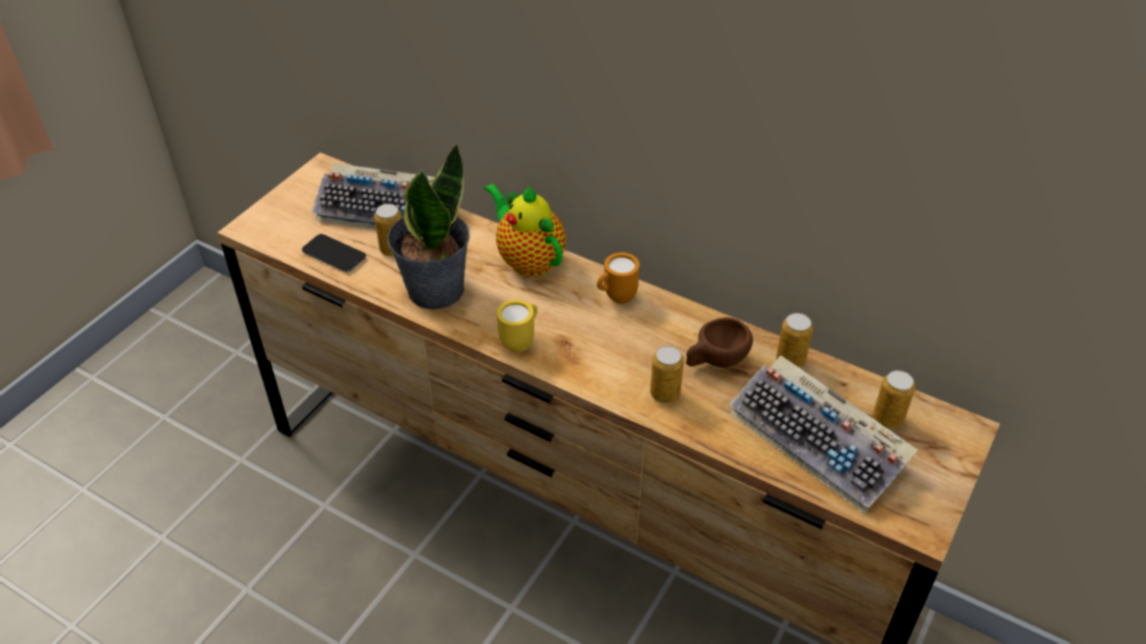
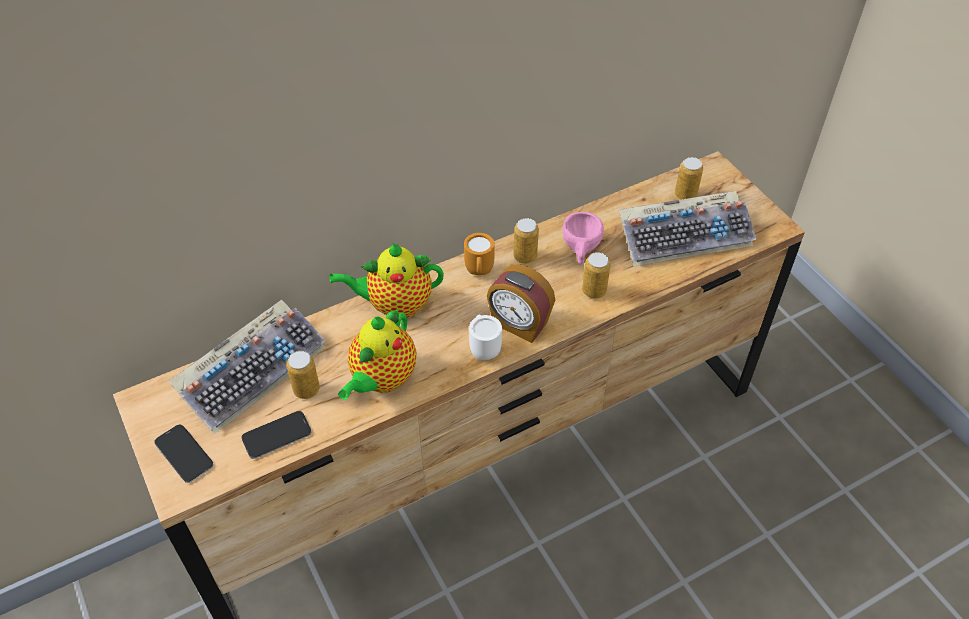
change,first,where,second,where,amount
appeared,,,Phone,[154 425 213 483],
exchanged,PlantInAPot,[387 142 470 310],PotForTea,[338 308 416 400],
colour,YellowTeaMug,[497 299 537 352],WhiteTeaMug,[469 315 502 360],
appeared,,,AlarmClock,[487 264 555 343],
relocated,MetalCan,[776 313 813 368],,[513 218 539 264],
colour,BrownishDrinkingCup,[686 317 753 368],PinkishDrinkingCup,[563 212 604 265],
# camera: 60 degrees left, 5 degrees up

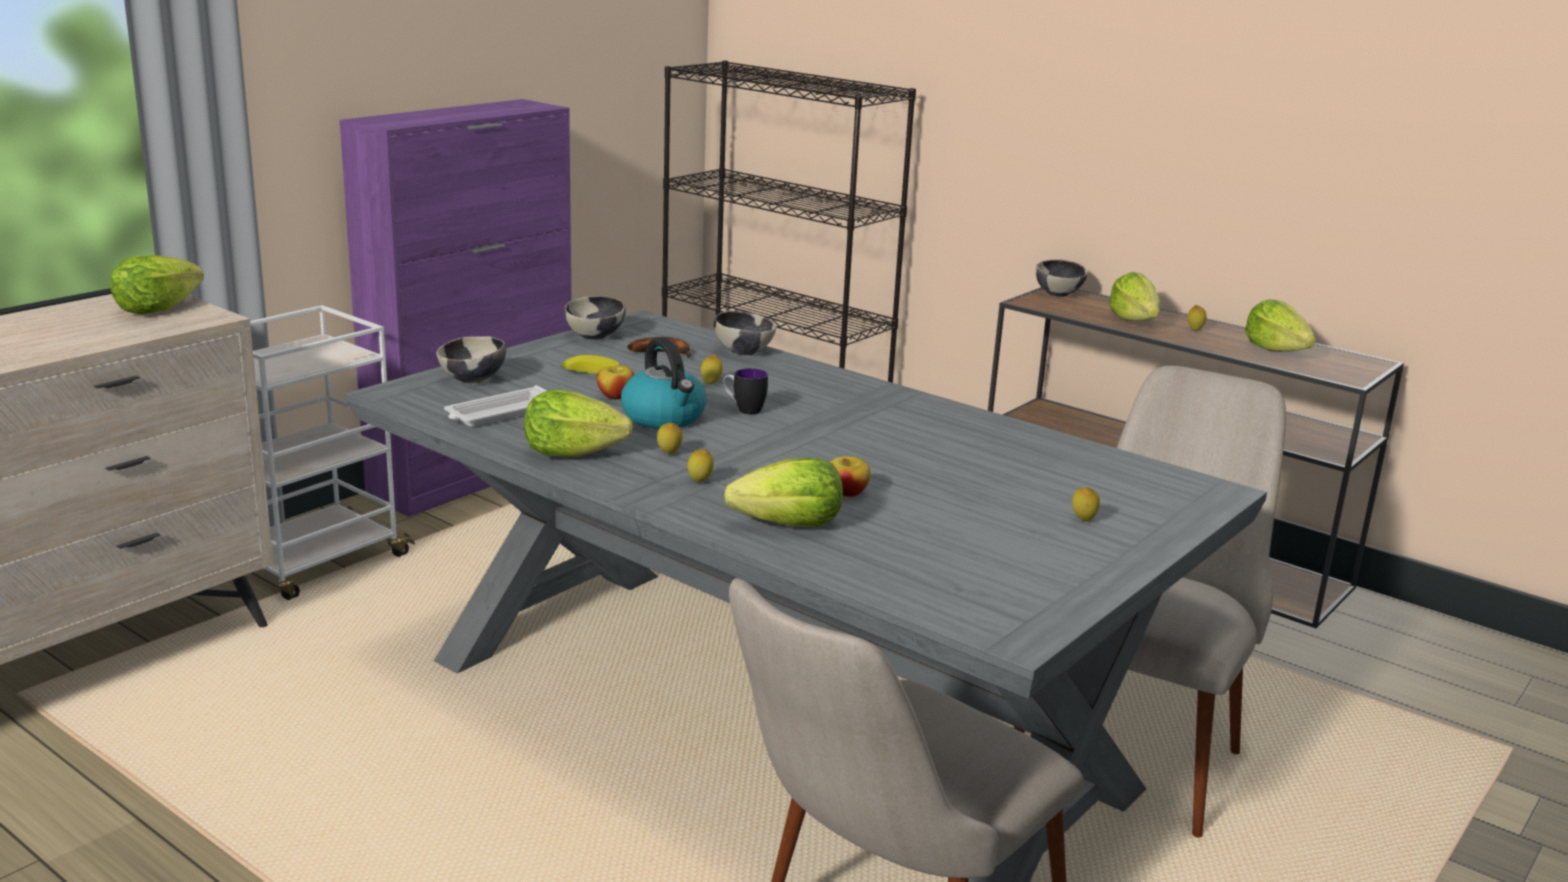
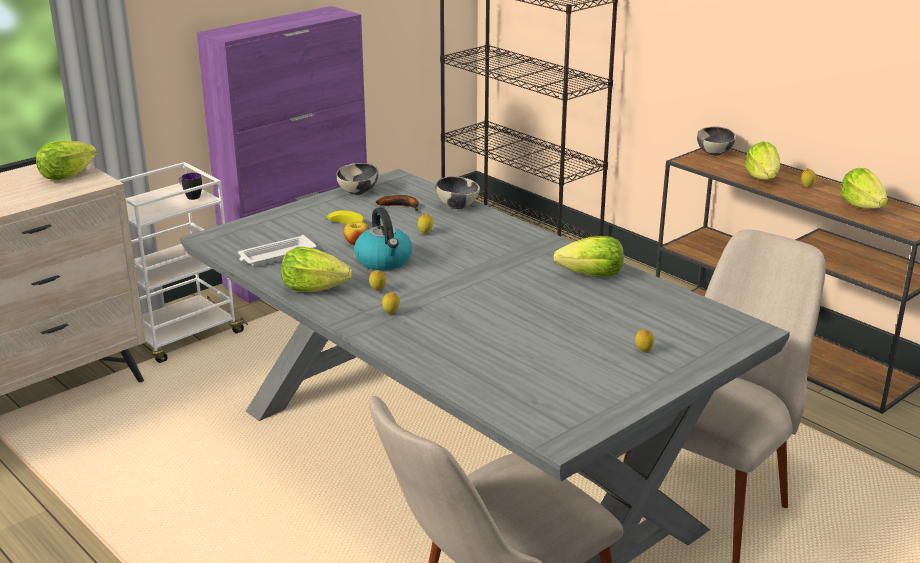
change,first,where,second,where,amount
relocated,TeaMug,[723 368 768 415],,[179 173 202 200],
relocated,Lettuce,[724 458 843 527],,[553 236 624 277],
missing,DeepDish,[436 336 506 384],,,
missing,WholeApple,[830 456 871 497],,,
# camera: 10 degrees right, 5 degrees up

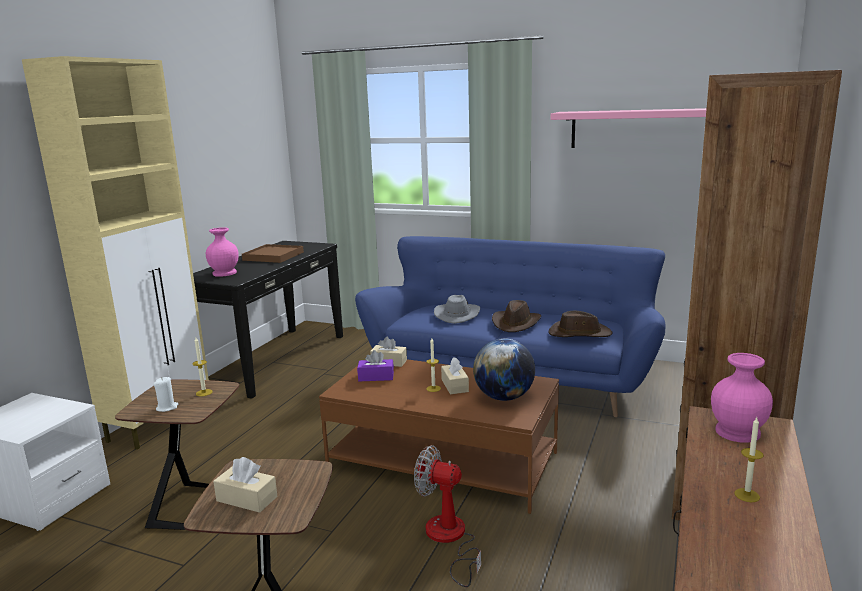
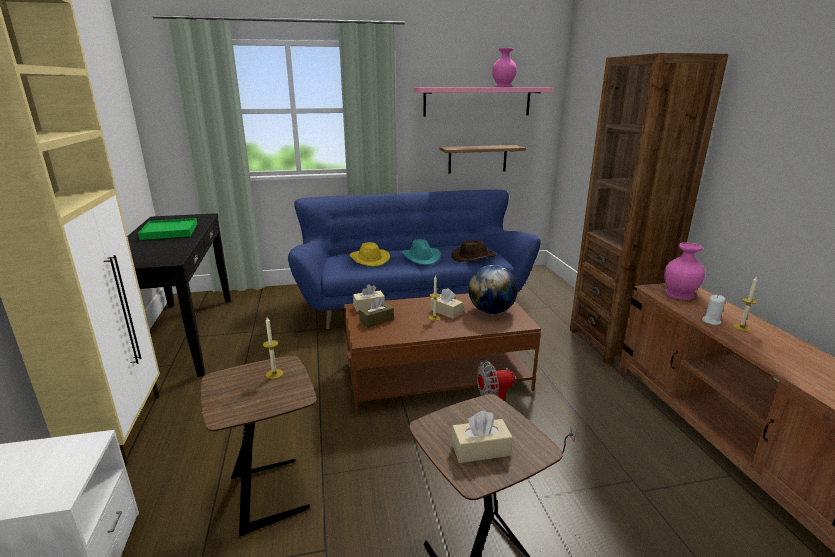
change,first,where,second,where,amount
colour,BrownishTray,[242 244 304 263],GreenishTray,[138 218 197 240],
colour,GreyWearableHat,[434 295 480 324],YellowWearableHat,[349 242 390 266],
colour,PurpleColouredBoxOfTissues,[357 350 394 381],BrownishBoxOfTissues,[359 297 394 328],
colour,BrownishWearableHat,[492 300 542 332],TurquoiseColouredWearableHat,[402 239 441 265],
appeared,,,BracketShelf,[439 145 526 174],
relocated,PinkishDecorativeVase,[206 227 239 277],,[492 48 517 87],
relocated,WhiteWaxLight,[154 377 178 412],,[702 295 725 325],
# camera: 35 degrees left, 5 degrees up

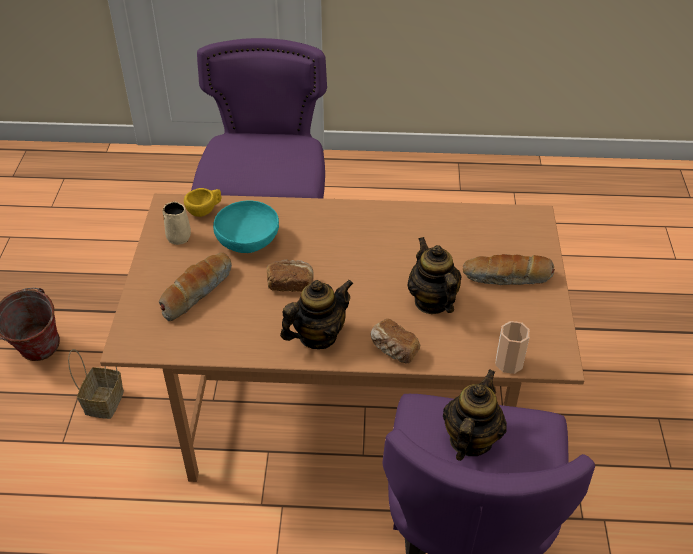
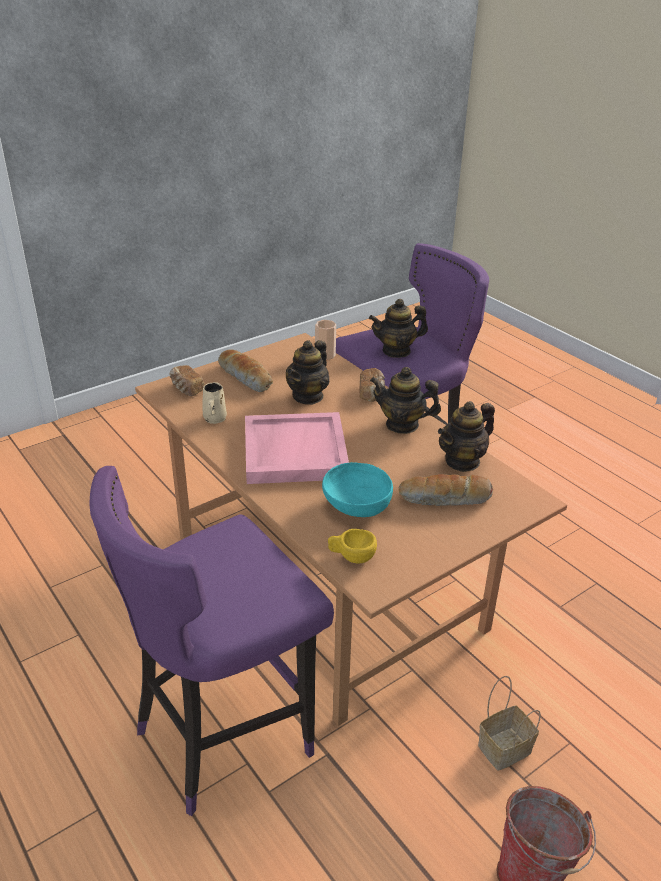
change,first,where,second,where,amount
relocated,BakeryBread,[267 259 313 292],,[169 365 205 396],
relocated,SandColouredTeaMug,[162 202 191 245],,[203 382 227 424],
appeared,,,PinkishTray,[245 412 349 484],
appeared,,,PotForTea,[438 401 495 472],
# camera: 130 degrees left, 10 degrees down

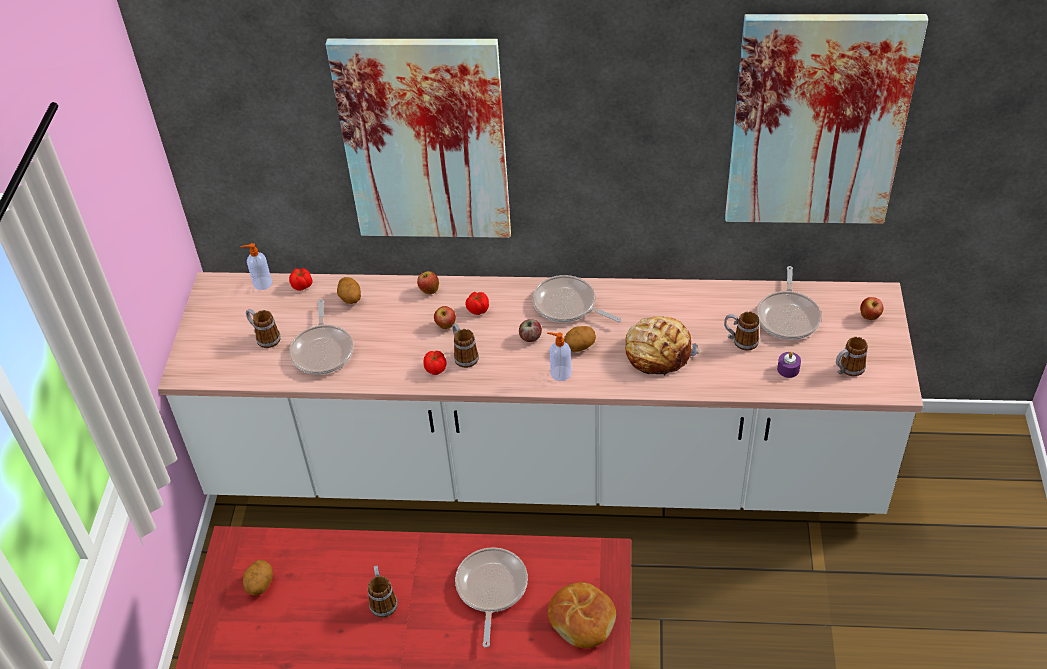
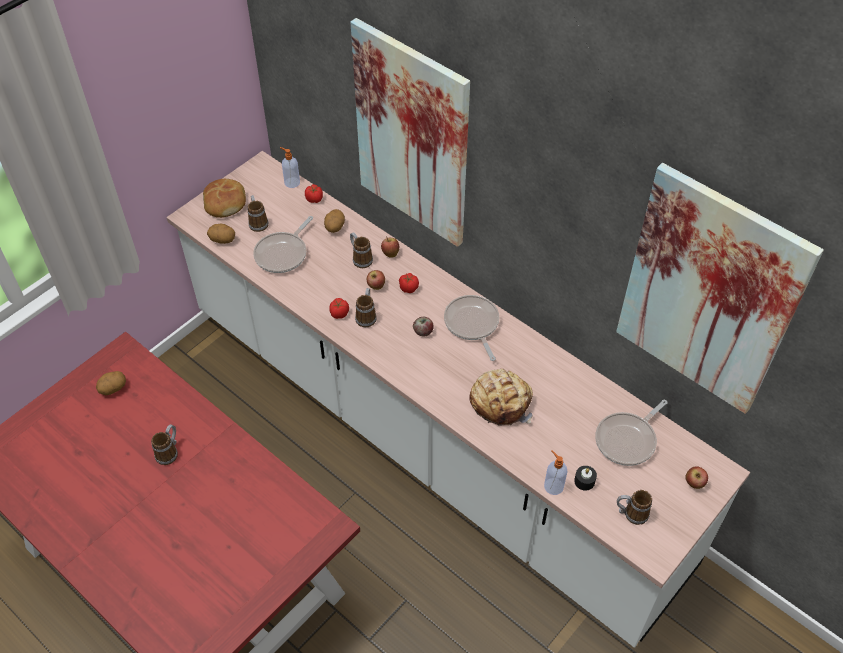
change,first,where,second,where,amount
relocated,BakeryBread,[548 582 616 648],,[203 179 246 218],
relocated,Potato,[564 326 596 352],,[207 224 235 244],
relocated,TeaMug,[724 312 759 351],,[350 232 373 268],
relocated,SoapBottle,[547 332 571 381],,[544 450 567 495],
colour,PurpleColouredWaxLight,[777 352 801 378],BlackishWaxLight,[574 466 597 491],
missing,FryingPan,[455 547 528 648],,,
# camera: 35 degrees right, 5 degrees up

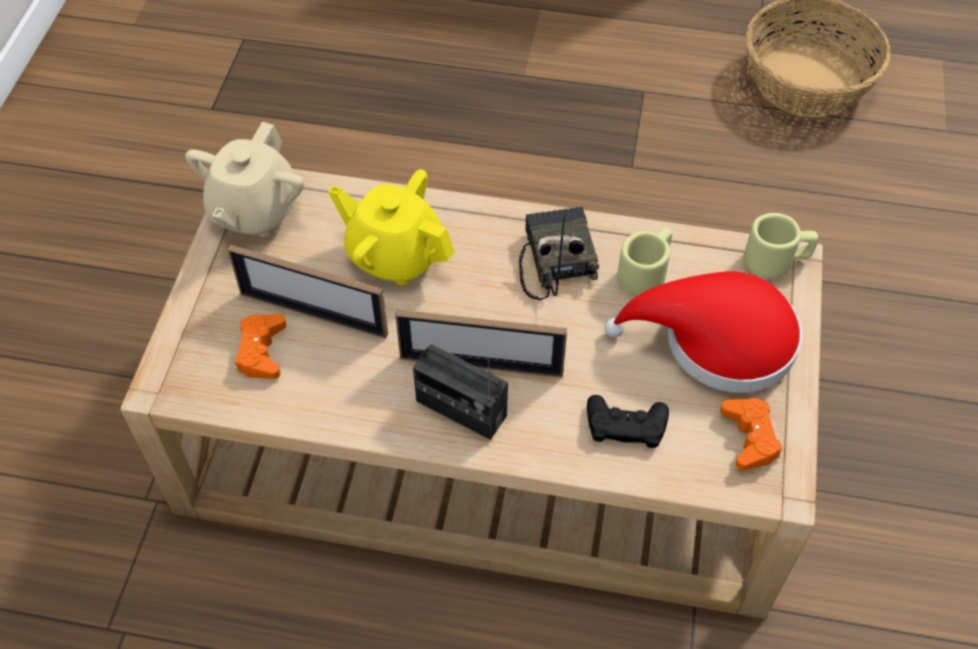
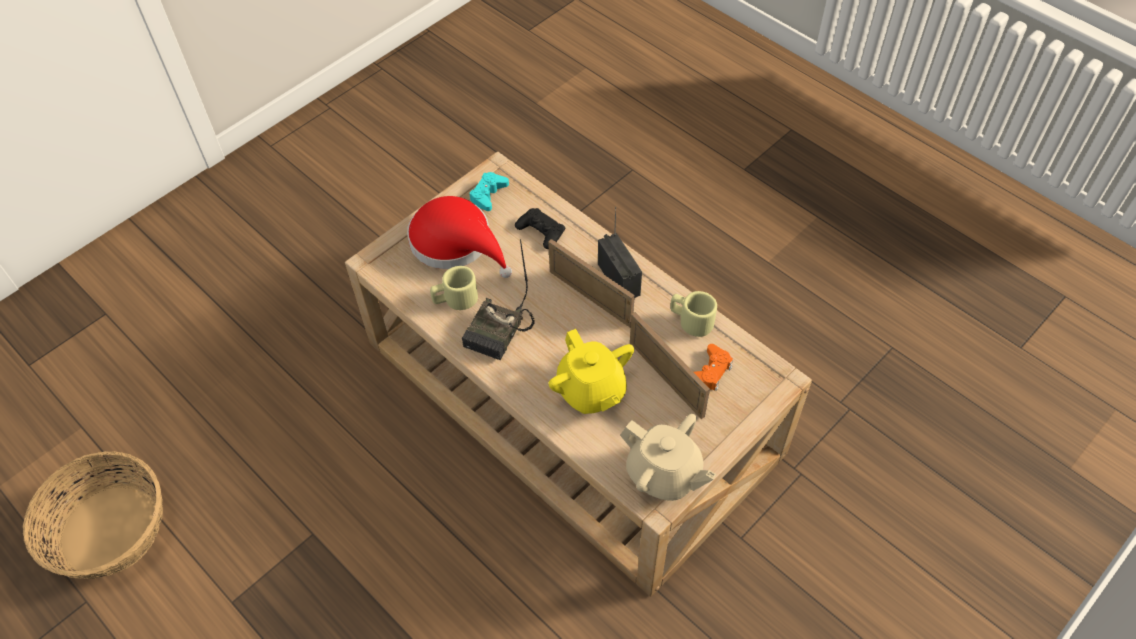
change,first,where,second,where,amount
colour,OrangeyJoypad,[720 398 782 471],TurquoiseColouredJoypad,[469 172 509 211],
spun,SandColouredPotForTea,[185 122 304 237],,[620 414 717 501],75 degrees clockwise
relocated,SandColouredTeaMug,[744 213 818 278],,[670 291 717 337],
# camera: 145 degrees left, 0 degrees up

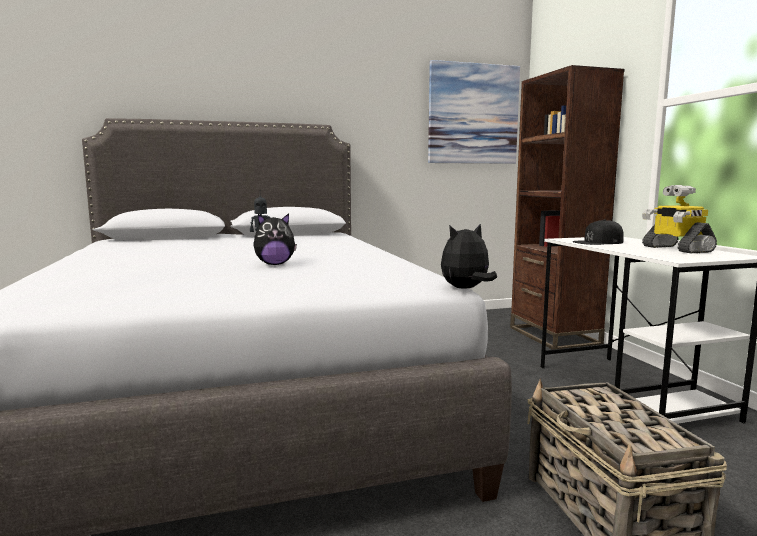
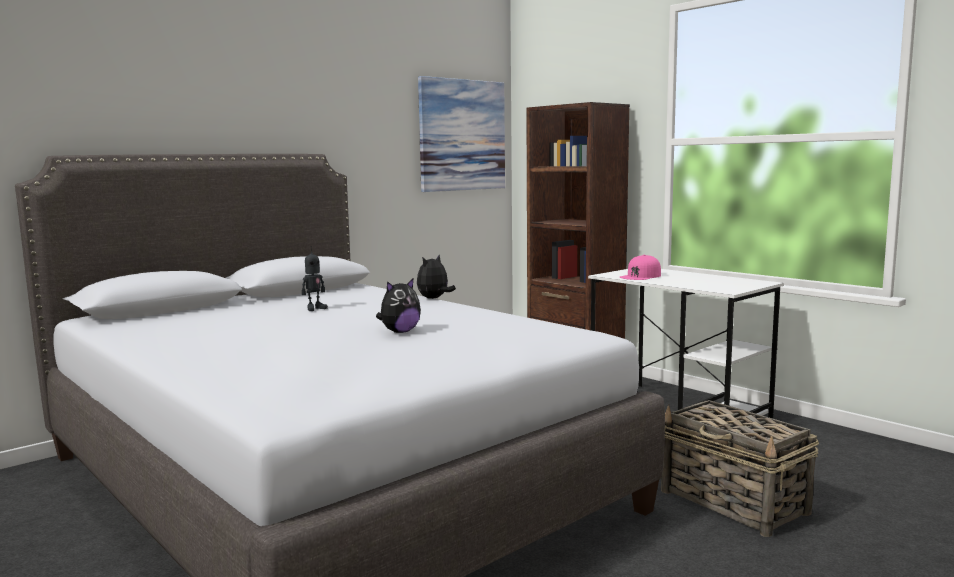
change,first,where,second,where,amount
relocated,CuddlyToy,[441 223 497 289],,[417 255 456 299],
colour,BlackishPeakedCap,[573 219 624 245],PinkishPeakedCap,[620 255 661 280],
missing,ModelRobot,[642 185 717 254],,,
# camera: 25 degrees left, 0 degrees up

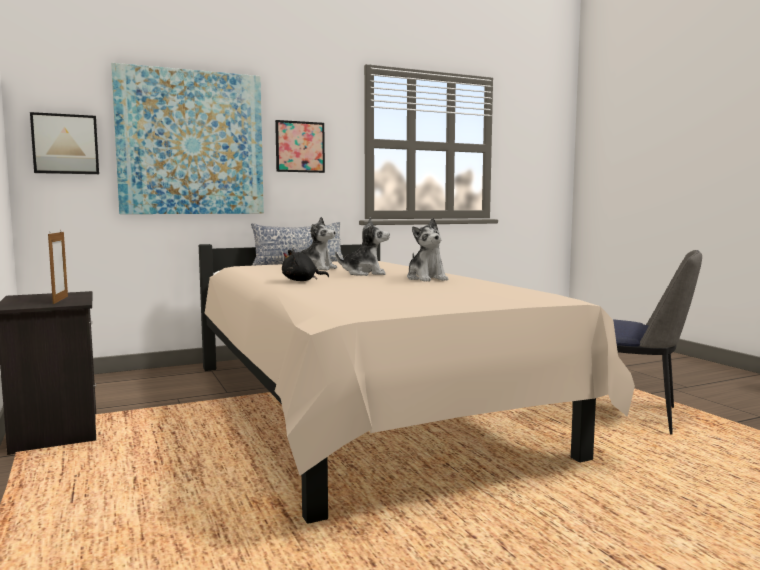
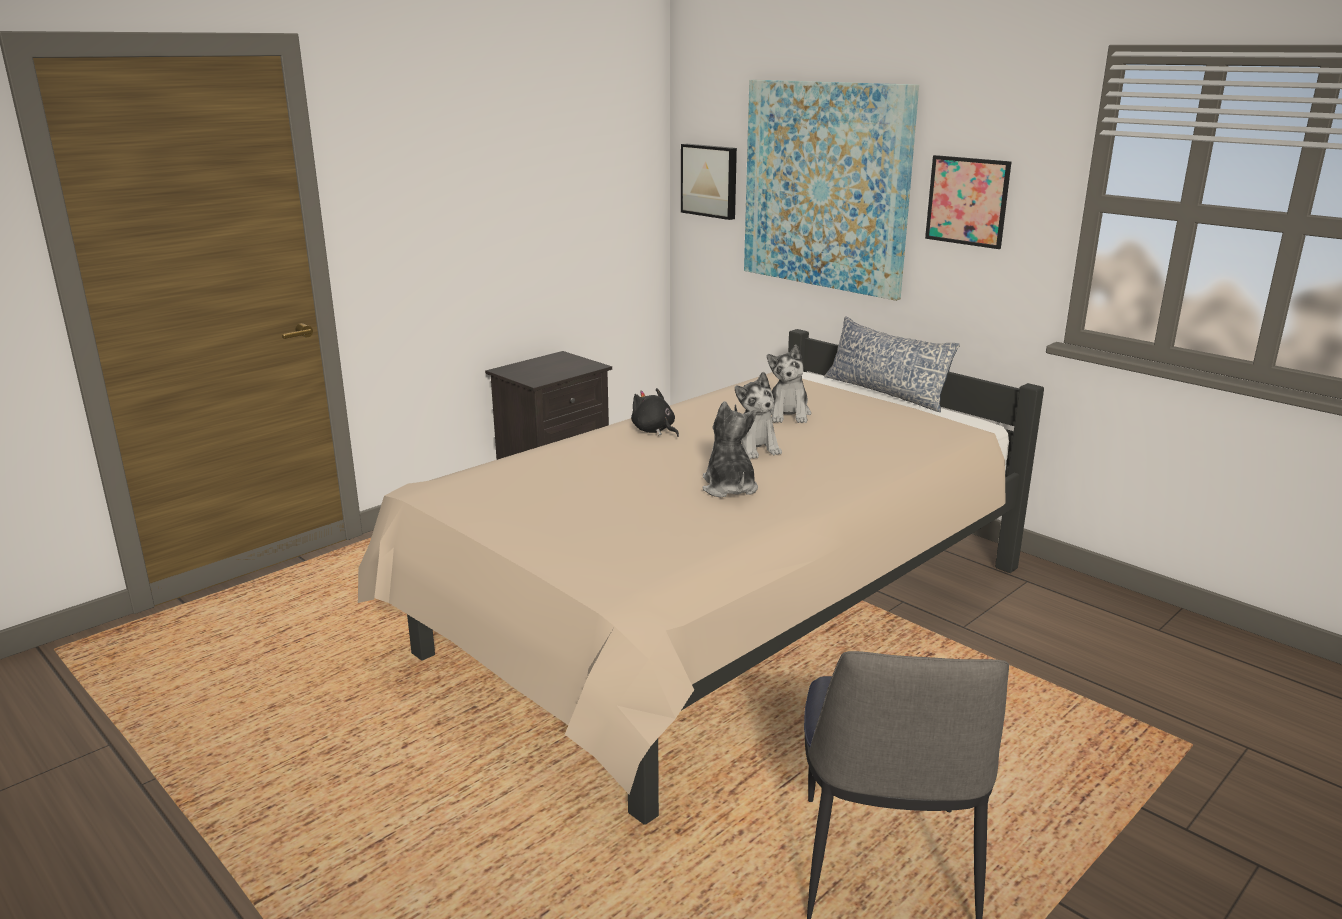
change,first,where,second,where,amount
spun,CuddlyToy,[407 218 448 282],,[702 401 758 497],120 degrees clockwise
missing,PictureFrame,[48 232 68 304],,,
# camera: 70 degrees right, 15 degrees up

